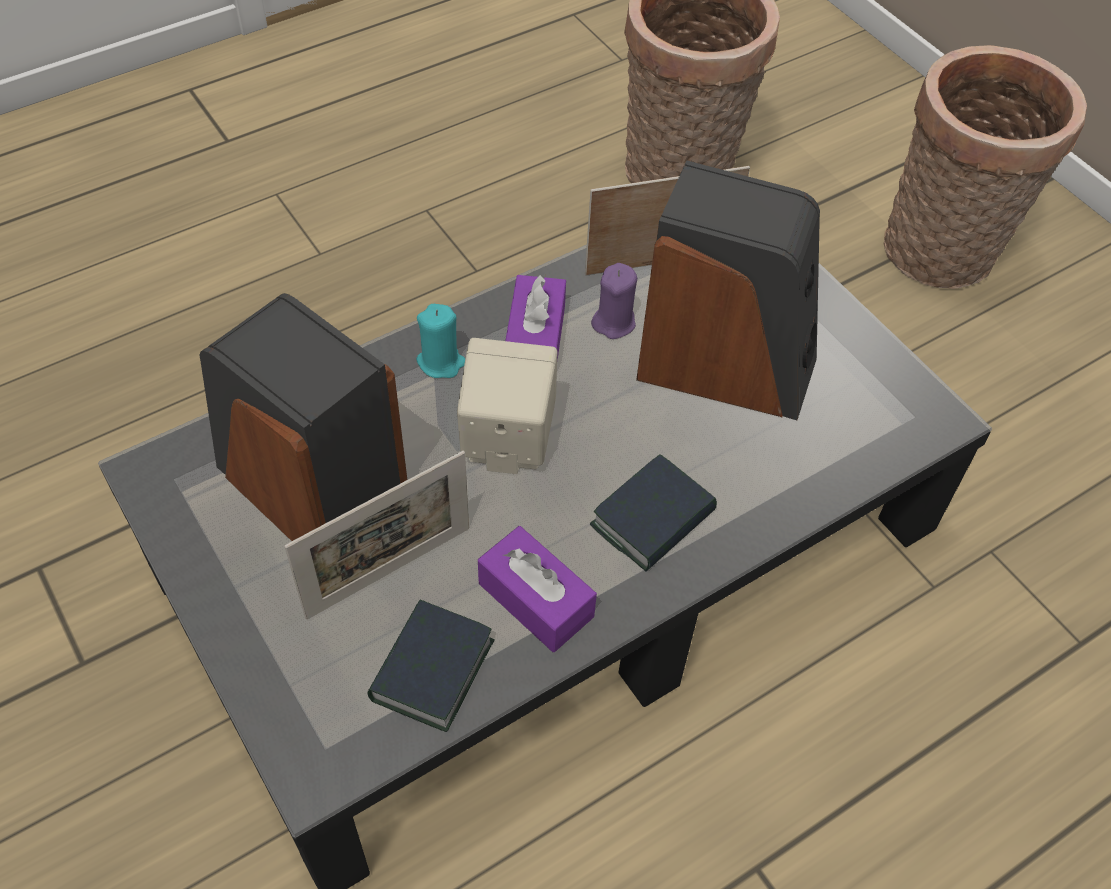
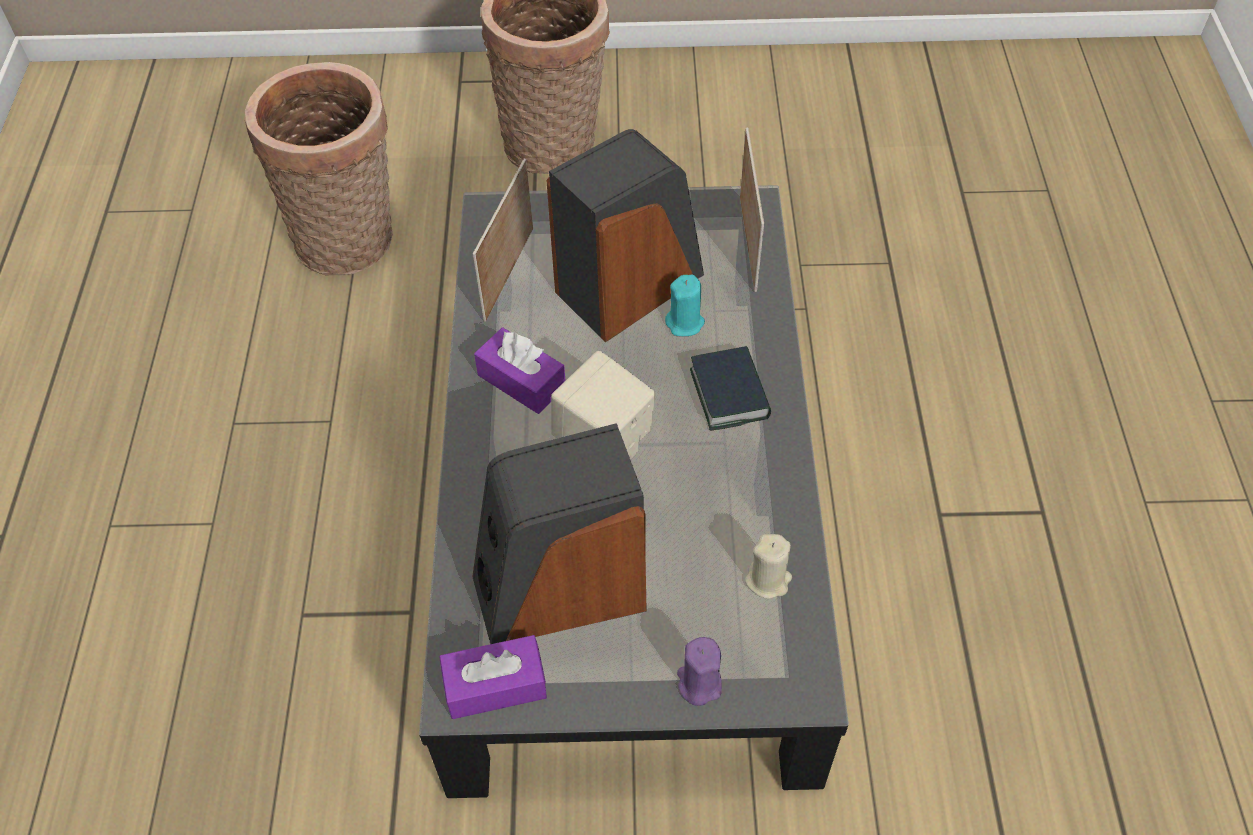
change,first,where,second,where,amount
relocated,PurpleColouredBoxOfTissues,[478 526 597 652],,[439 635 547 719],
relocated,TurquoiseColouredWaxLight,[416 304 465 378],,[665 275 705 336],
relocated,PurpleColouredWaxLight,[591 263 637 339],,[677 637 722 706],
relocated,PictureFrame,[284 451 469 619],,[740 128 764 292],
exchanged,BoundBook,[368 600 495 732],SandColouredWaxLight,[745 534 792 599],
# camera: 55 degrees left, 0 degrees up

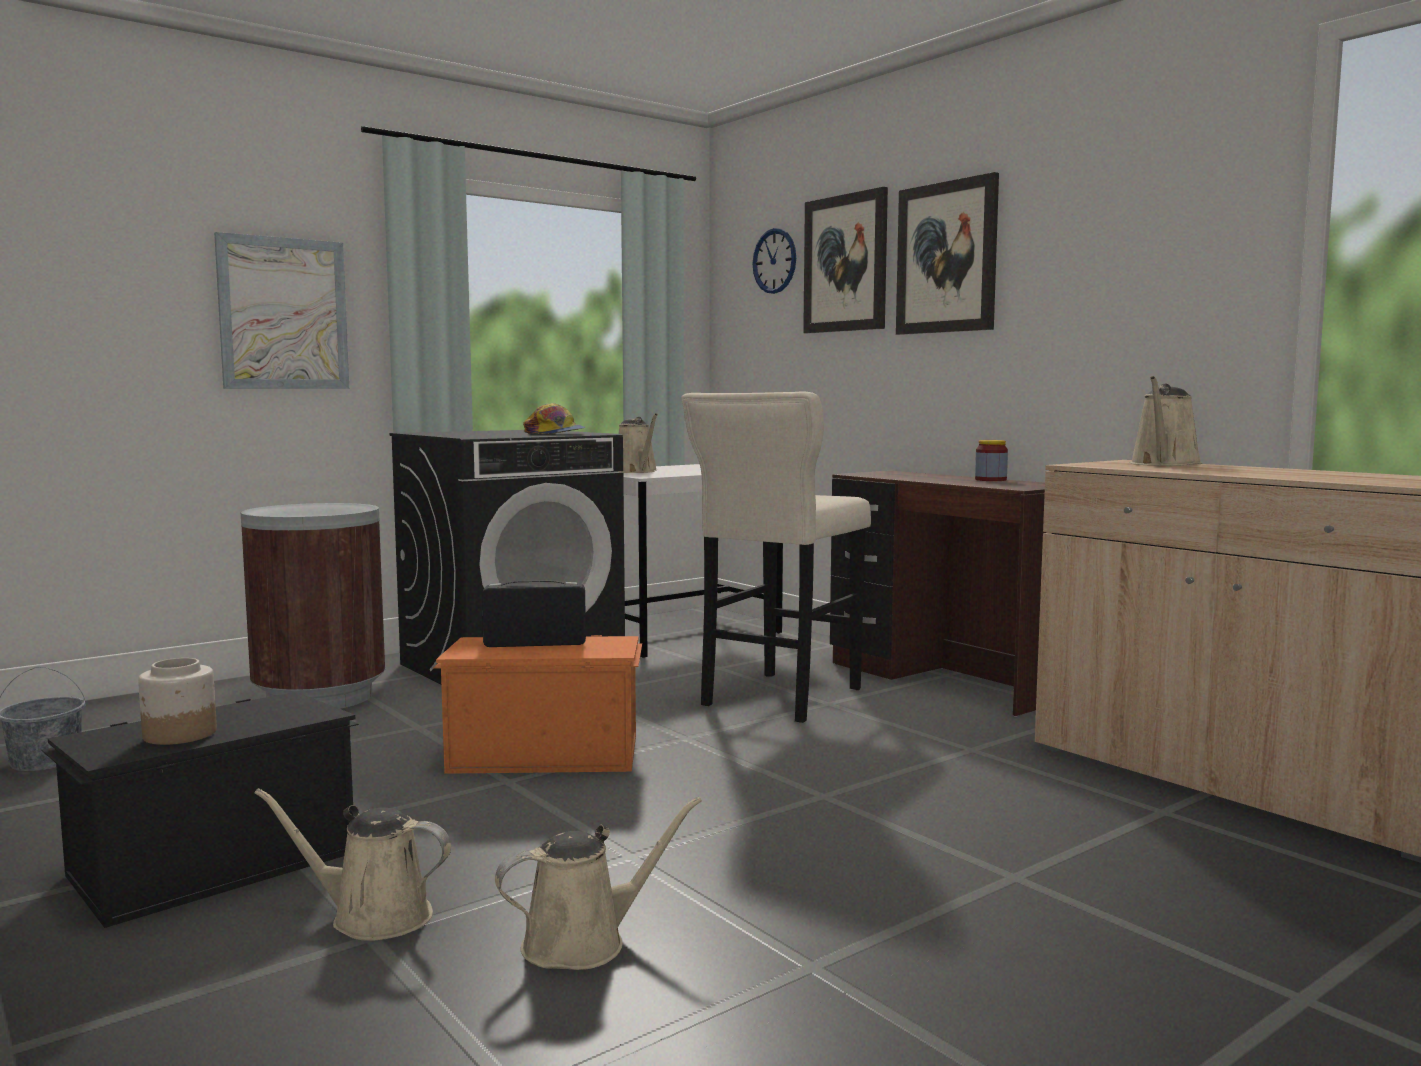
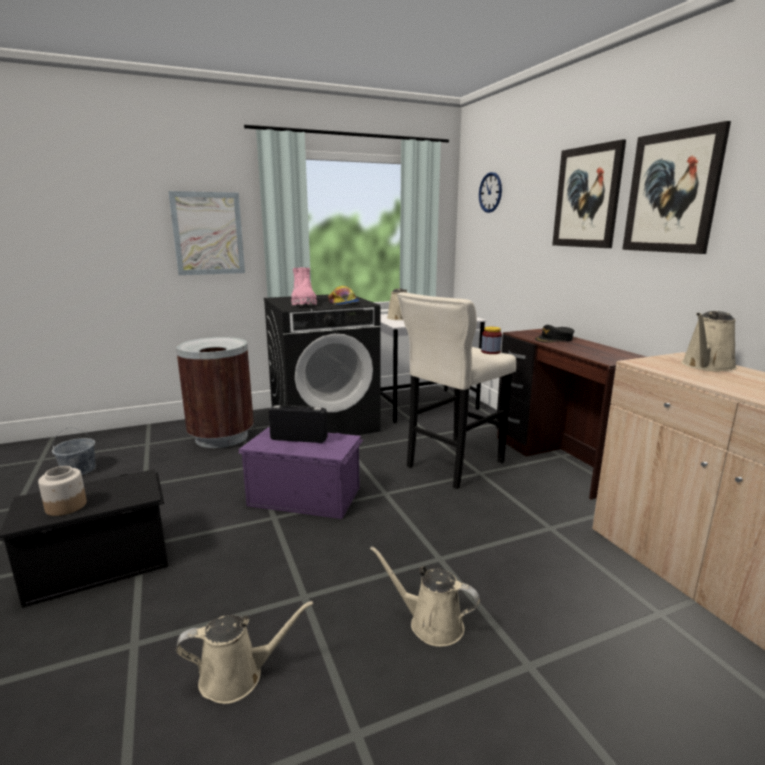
change,first,where,second,where,amount
colour,OrangeyStorageContainer,[433 635 642 774],PurpleColouredStorageContainer,[238 427 364 519],
appeared,,,PinkishHighTopBoot,[291 267 317 306],
relocated,SandColouredSprinklingCan,[254 788 451 941],,[370 546 480 647],
relocated,StorageJar,[975 440 1008 481],,[481 327 502 354],
appeared,,,BlackishPeakedCap,[535 325 575 342],
relocated,Picture,[803 187 888 334],,[622 121 731 254],
# camera: 15 degrees right, 10 degrees up

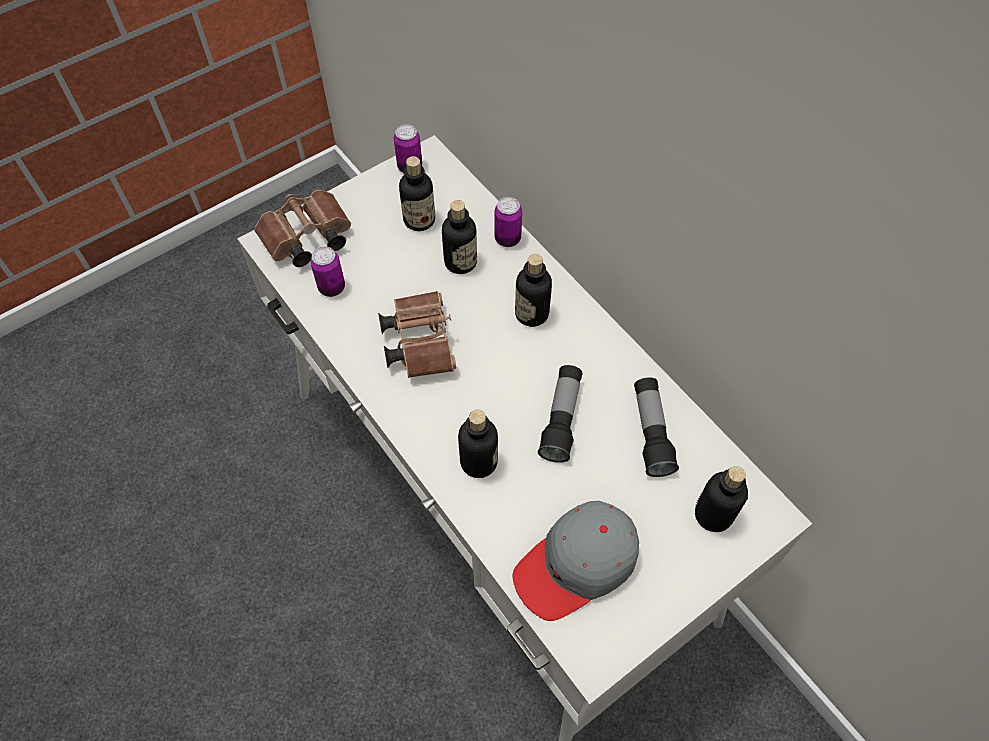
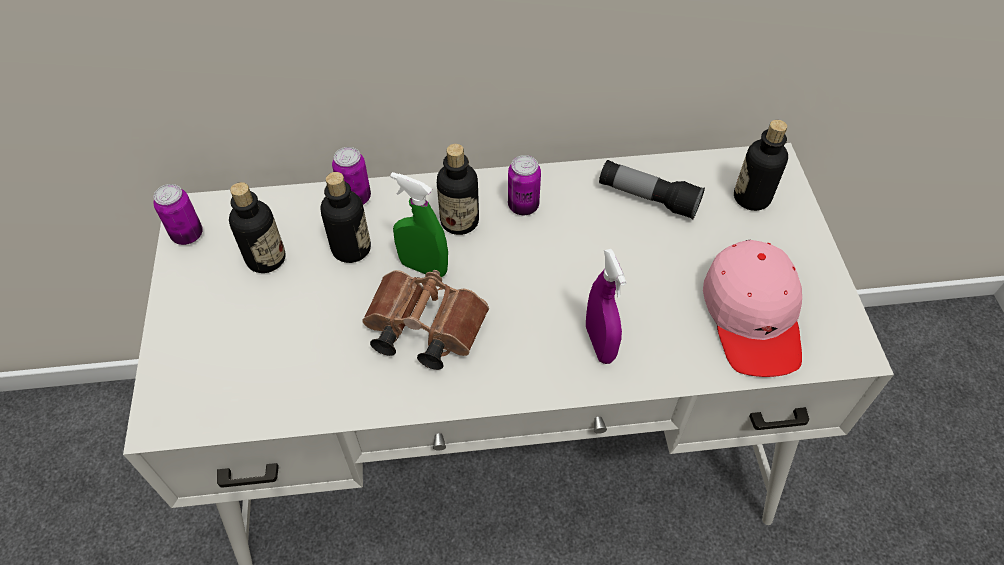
change,first,where,second,where,amount
appeared,,,GreenishSprayBottle,[390 172 448 277],
relocated,MetalCan,[310 246 345 297],,[508 155 541 215],
exchanged,DrinkBottle,[458 410 498 478],PurpleColouredSprayBottle,[586 249 627 364],
colour,GreyPeakedCap,[512 501 639 621],PinkishPeakedCap,[703 240 802 377],
missing,BrownishFieldGlasses,[254 190 351 267],,,
missing,Flashlight,[538 365 583 463],,,
# camera: 60 degrees left, 5 degrees down

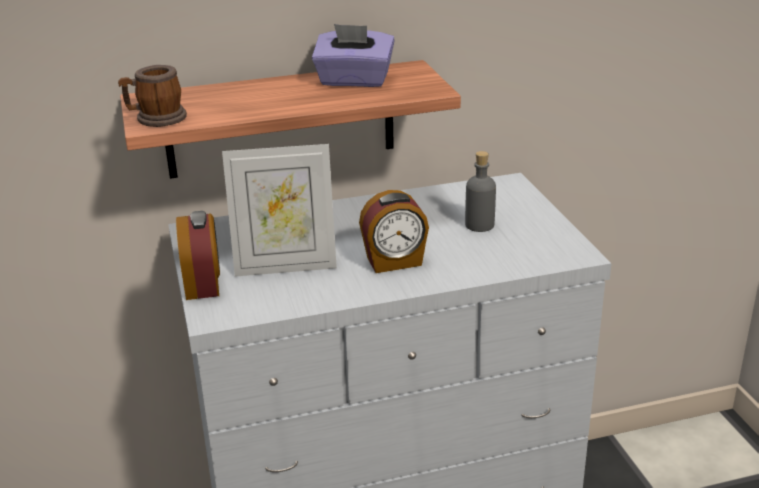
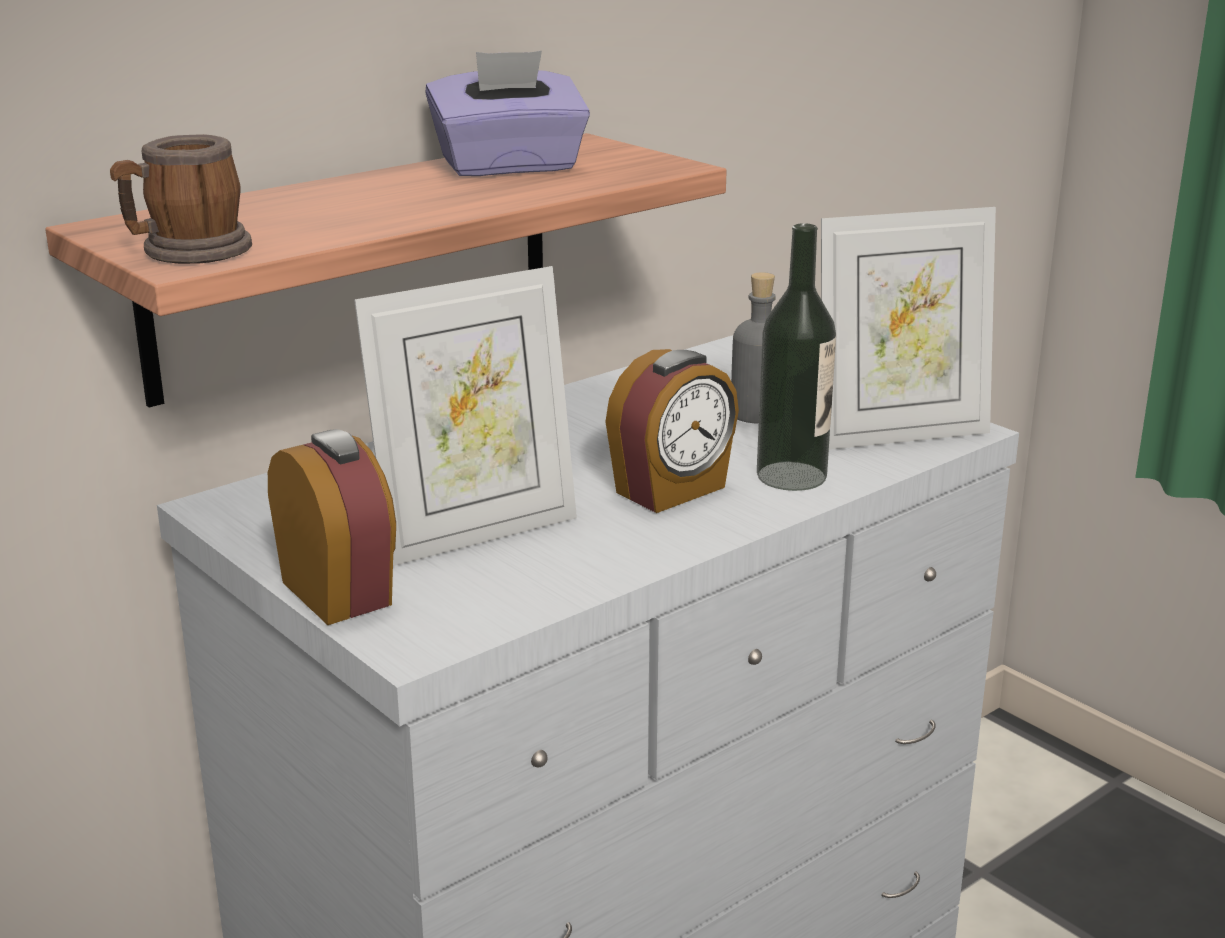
change,first,where,second,where,amount
appeared,,,DrinkBottle,[757 223 836 491],
appeared,,,PictureFrame,[821 207 996 450],
# camera: 25 degrees left, 5 degrees down

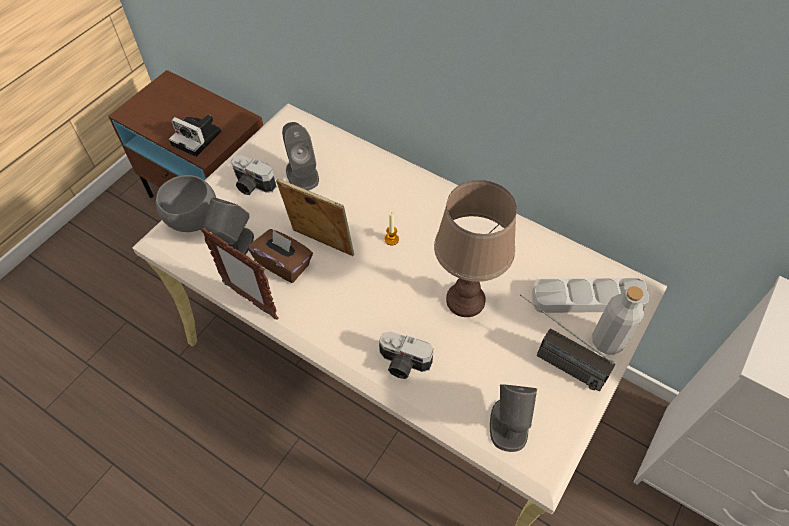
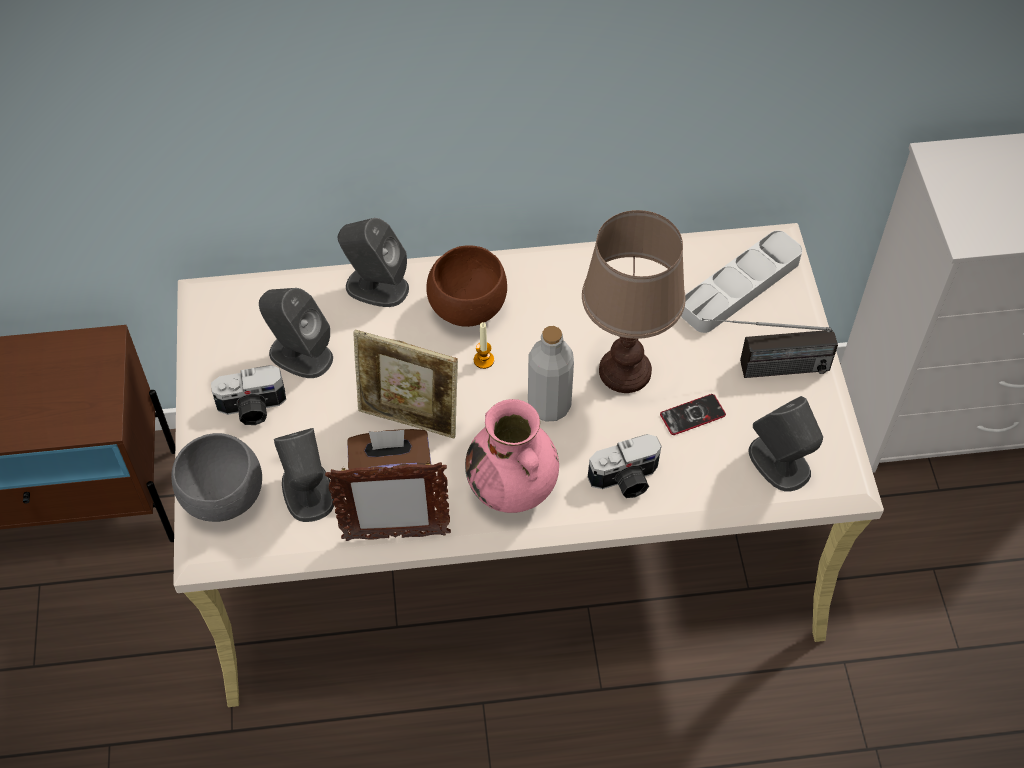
change,first,where,second,where,amount
appeared,,,GreyAudioSpeaker,[338 218 409 307],
spun,PictureFrame,[276 178 354 256],,[353 330 458 438],150 degrees counterclockwise
appeared,,,BrownishDeepDish,[426 245 507 327],
appeared,,,PinkishDecorativeVase,[465 399 559 513],
relocated,GreyDrinkBottle,[592 286 644 355],,[528 326 574 422],
appeared,,,Phone,[660 394 726 435],
missing,PhotoCamera,[169 115 221 157],,,
# camera: 40 degrees left, 0 degrees up

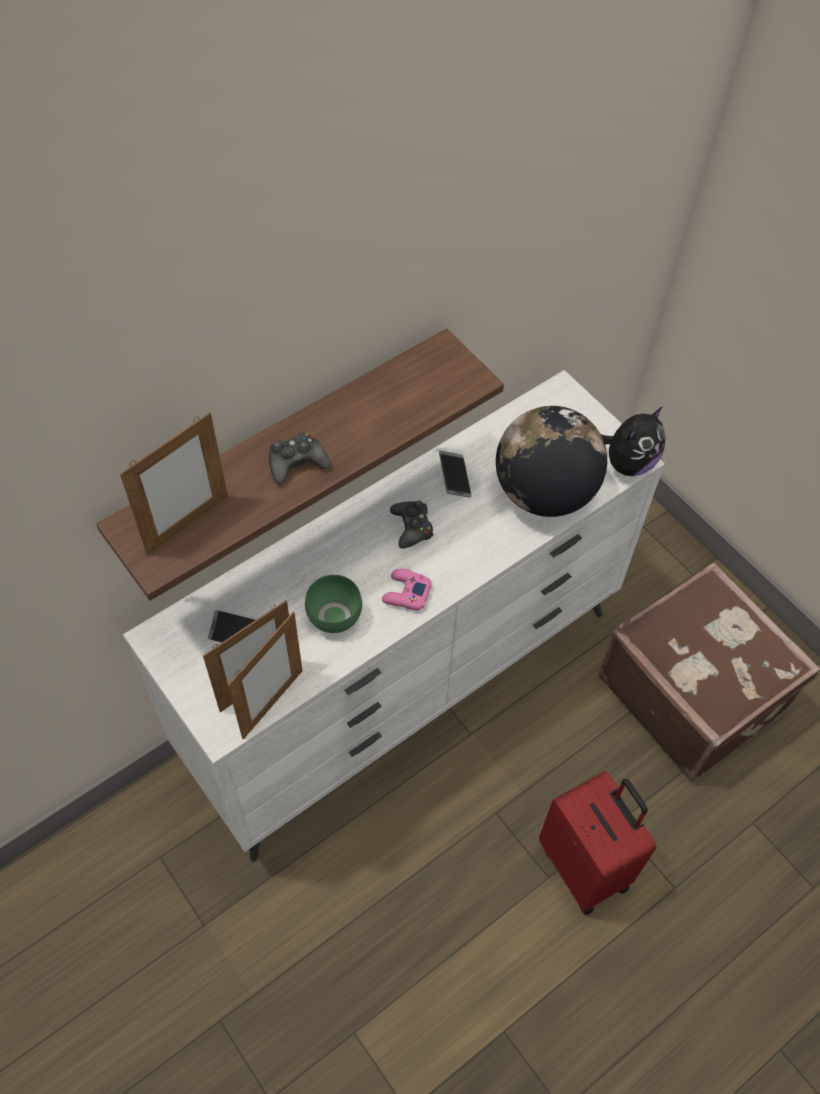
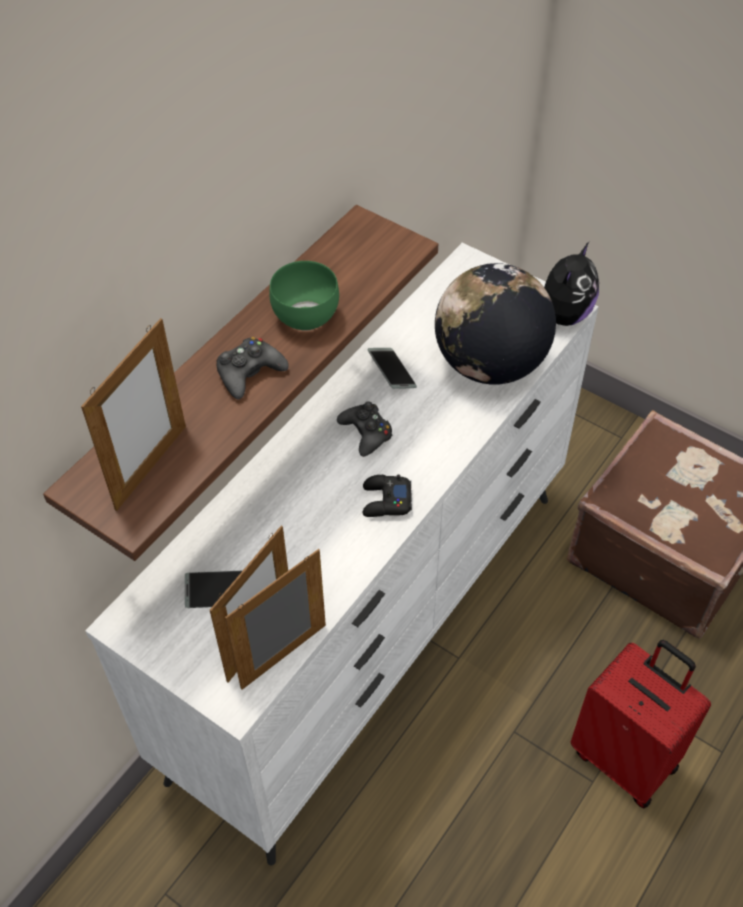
change,first,where,second,where,amount
spun,PictureFrame,[228 612 303 740],,[225 549 326 690],150 degrees counterclockwise
relocated,GreenishDeepDish,[305 575 362 633],,[269 261 339 331],
colour,PinkishJoypad,[382 568 432 610],BlackishJoypad,[363 475 412 517],
# camera: 15 degrees left, 5 degrees down

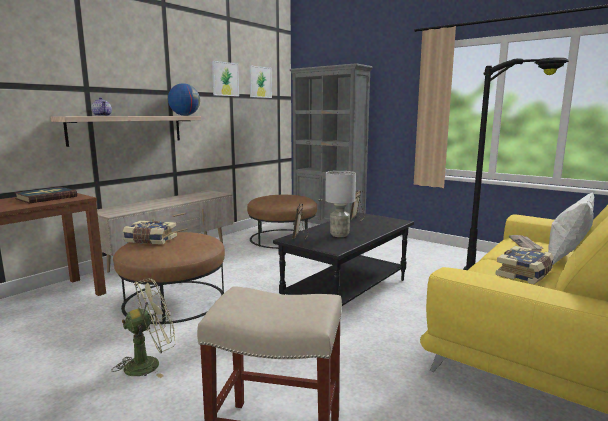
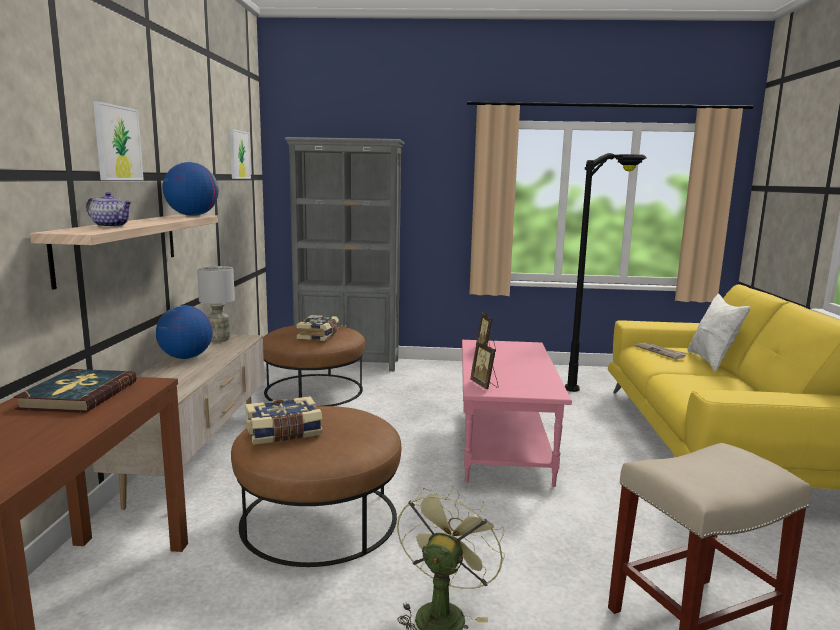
change,first,where,second,where,amount
relocated,Picture,[212 61 239 96],,[93 101 144 180],
appeared,,,DeskGlobe,[156 305 213 359],
relocated,GreyLampForATable,[325 171 356 237],,[197 266 235 342],
relocated,BoundBook,[495 246 554 284],,[296 315 339 341],
colour,BlackishCoffeeTable,[273 212 414 306],PinkishCoffeeTable,[462 340 572 487],
# camera: 35 degrees left, 0 degrees up

